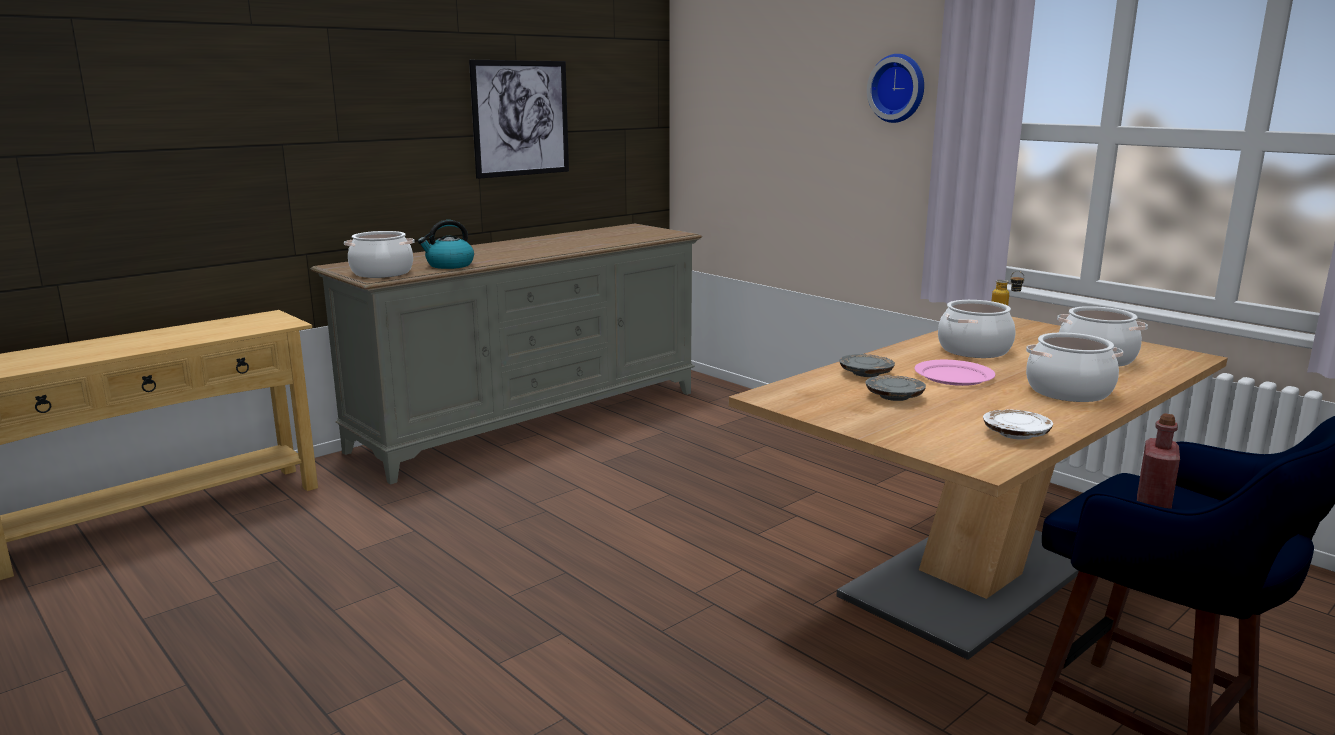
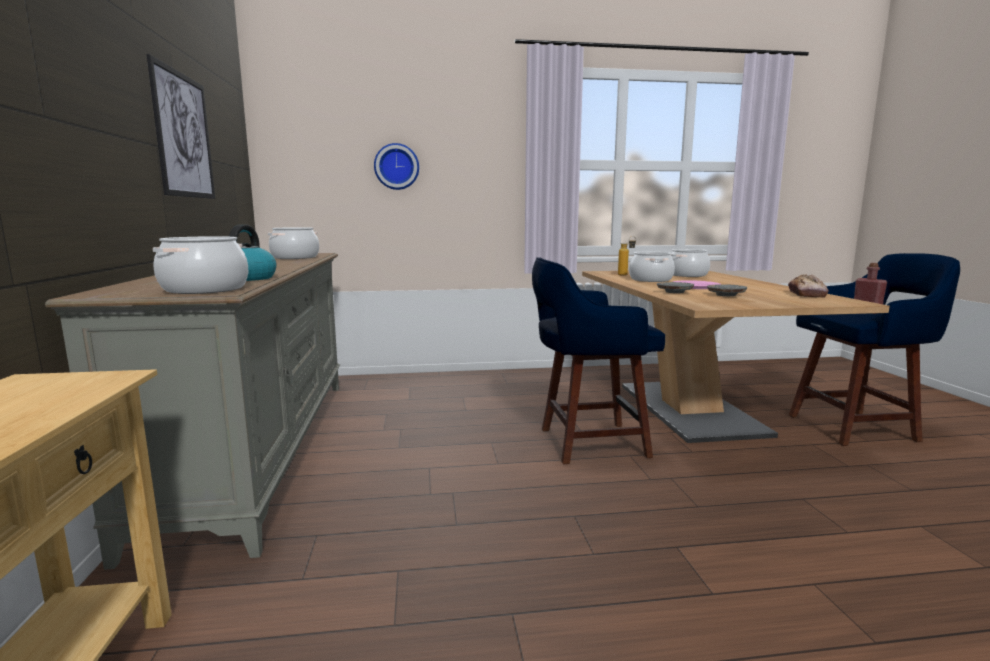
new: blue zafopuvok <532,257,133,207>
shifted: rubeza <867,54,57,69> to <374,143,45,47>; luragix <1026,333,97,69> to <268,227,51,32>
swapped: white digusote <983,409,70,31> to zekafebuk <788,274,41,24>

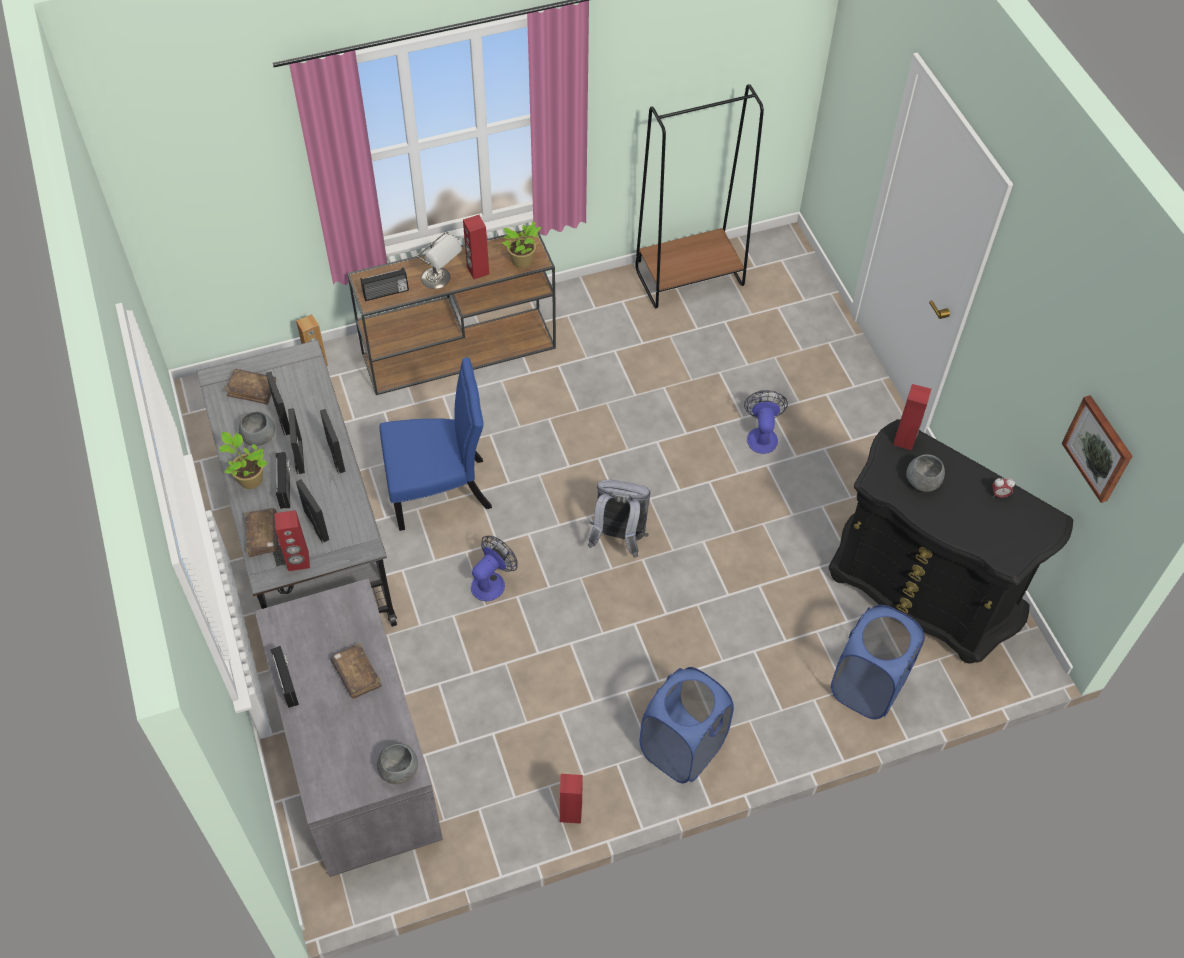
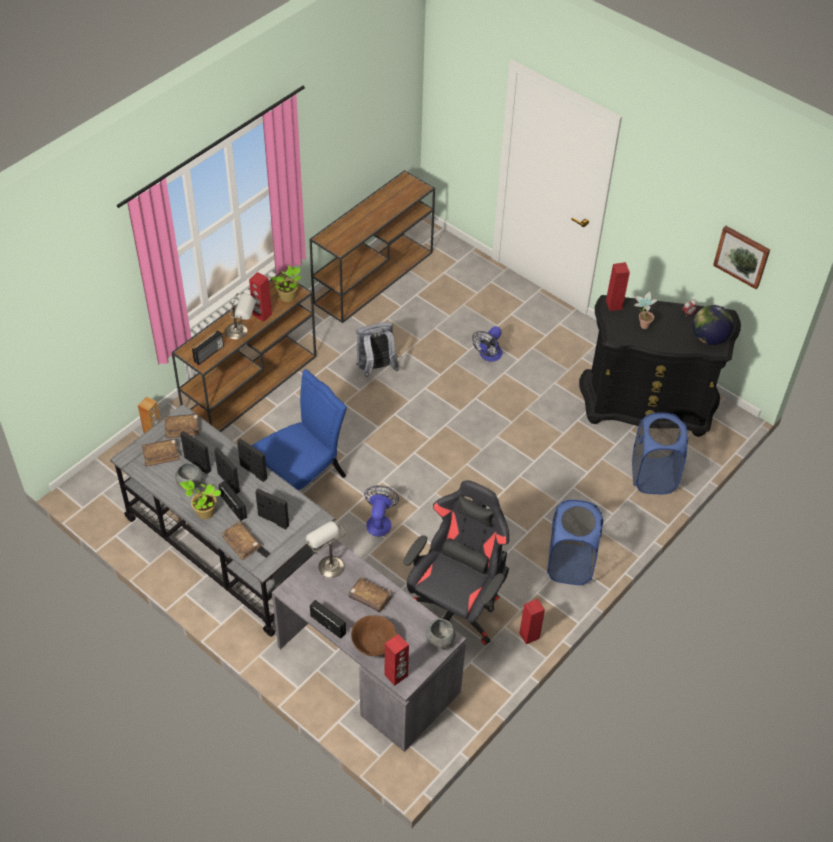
new: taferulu <692,305,41,40>; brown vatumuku <164,414,36,24>; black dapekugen <404,480,105,165>; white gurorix <306,521,40,57>; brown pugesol <351,615,45,41>
shifted: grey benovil <588,479,62,79> to <356,322,43,56>; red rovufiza <274,510,36,61> to <385,634,24,52>
swapped: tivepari <635,84,129,224> to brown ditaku <309,170,126,153>; grey pugesol <906,455,39,37> to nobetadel <634,291,23,38>
rotated: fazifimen <744,390,44,64> = <472,326,31,36> 120 degrees counterclockwise

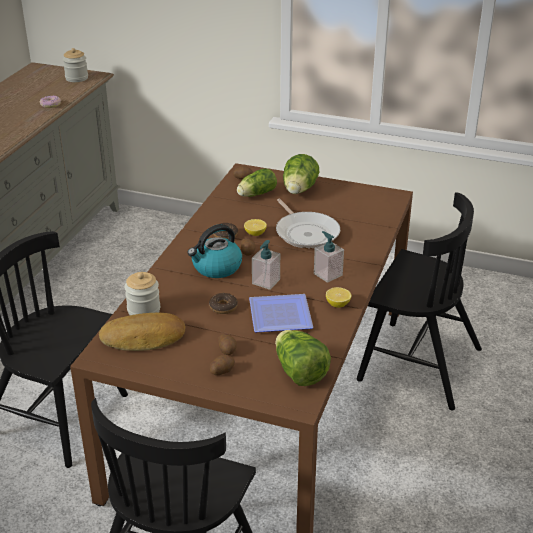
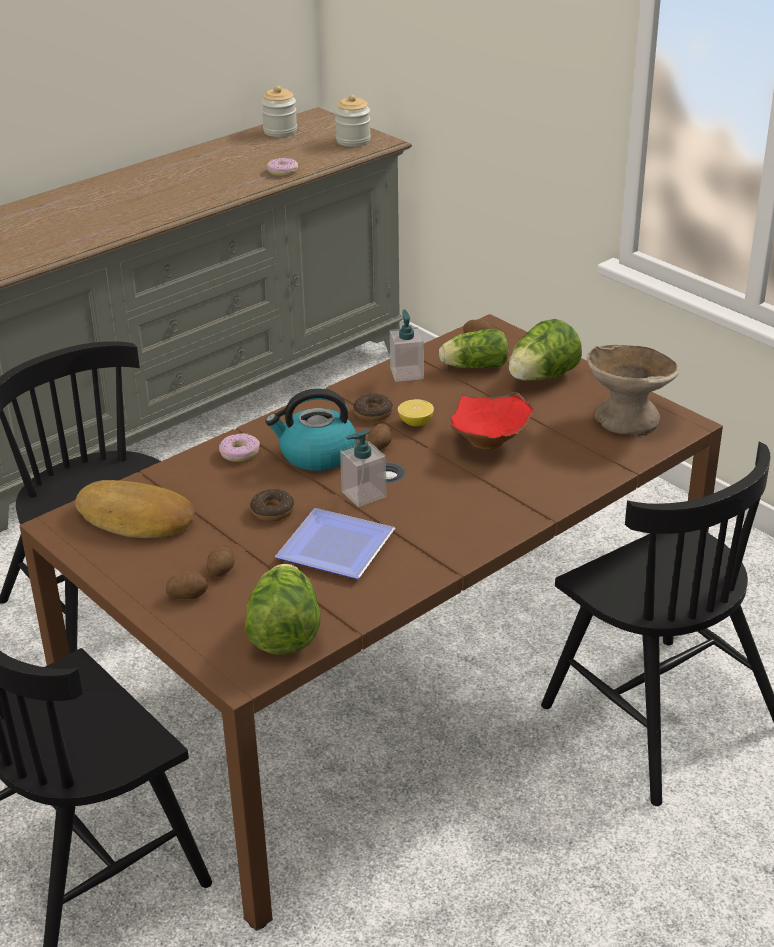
gone: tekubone <326,287,25,21>
new: beige pugesol <587,344,92,91>; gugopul <219,433,41,29>
shifted: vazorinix <314,231,30,52> to <390,310,34,72>; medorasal <125,272,35,43> to <261,86,36,51>
swapped: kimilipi <276,199,64,49> to red pugesol <450,392,84,58>

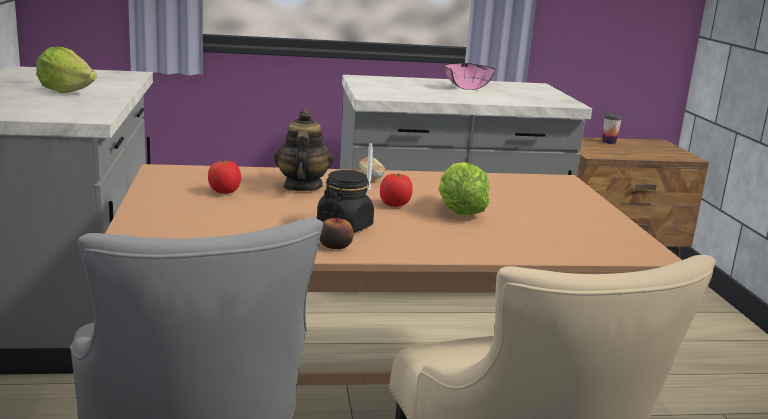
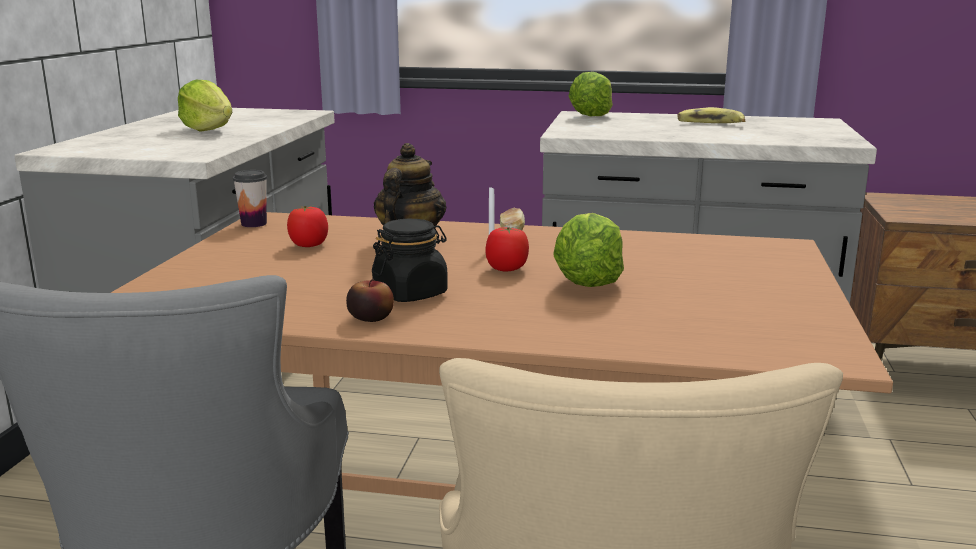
new: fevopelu <569,72,44,45>
shifted: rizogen <602,114,20,30> to <233,170,34,57>
swapped: pink pugesol <445,63,51,27> to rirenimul <677,107,68,16>

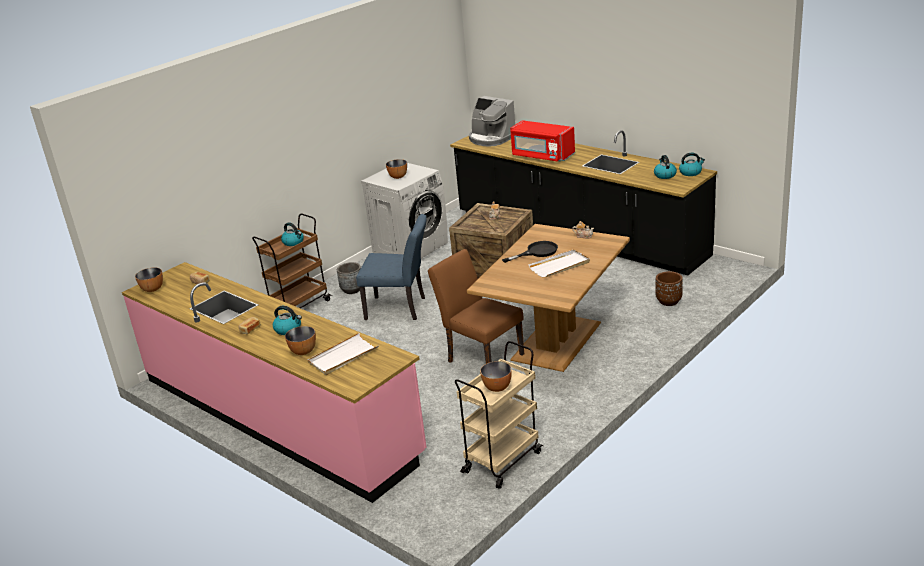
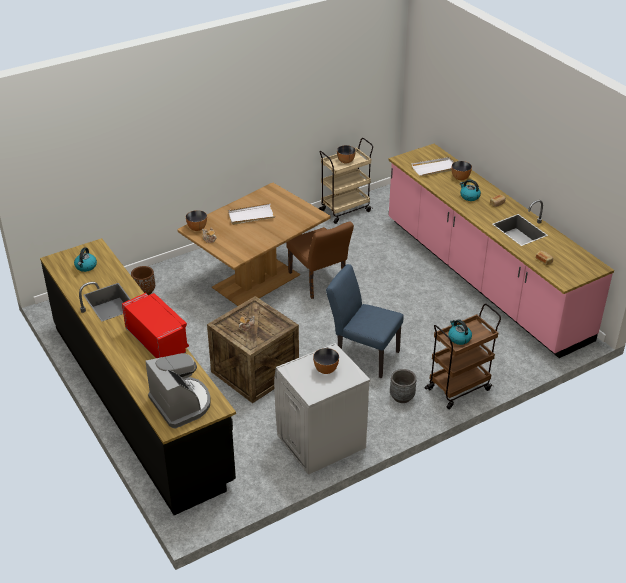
gone: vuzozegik <679,153,26,23>; black kimilipi <502,241,56,22>
shifted: pugesol <135,268,28,24> to <186,210,21,21>

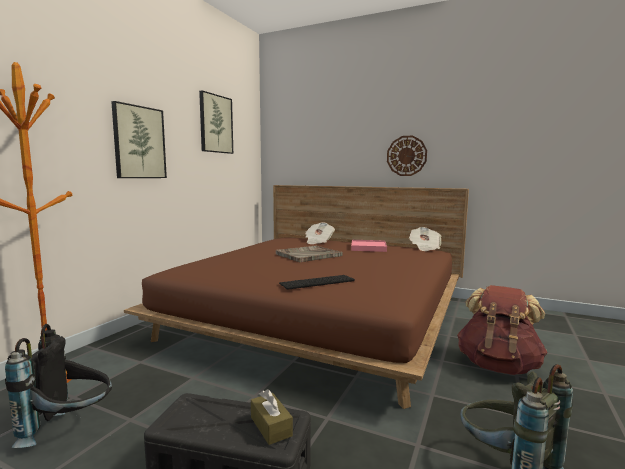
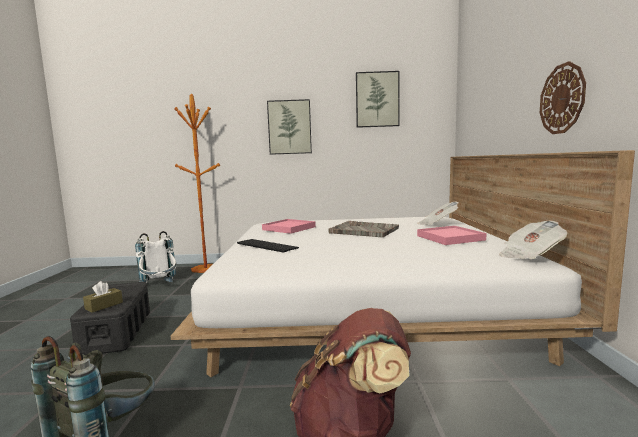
new: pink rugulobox <262,219,54,15>
repainted: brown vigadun <124,185,345,224> to white vigadun <171,150,464,227>; black benovil <5,324,107,124> to white benovil <135,231,41,52>

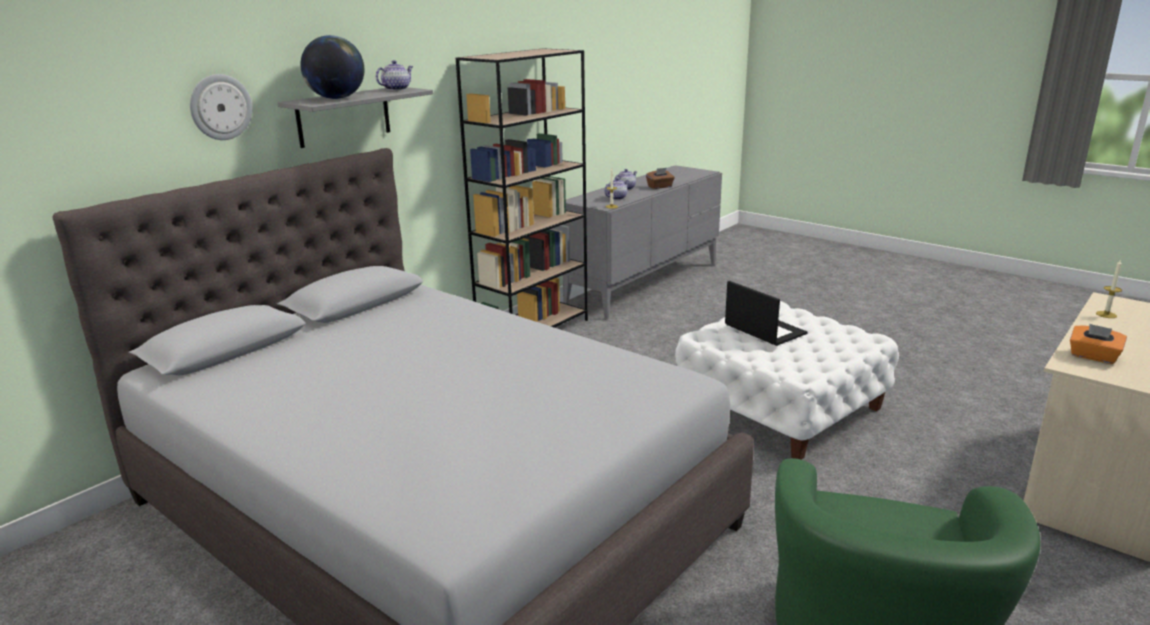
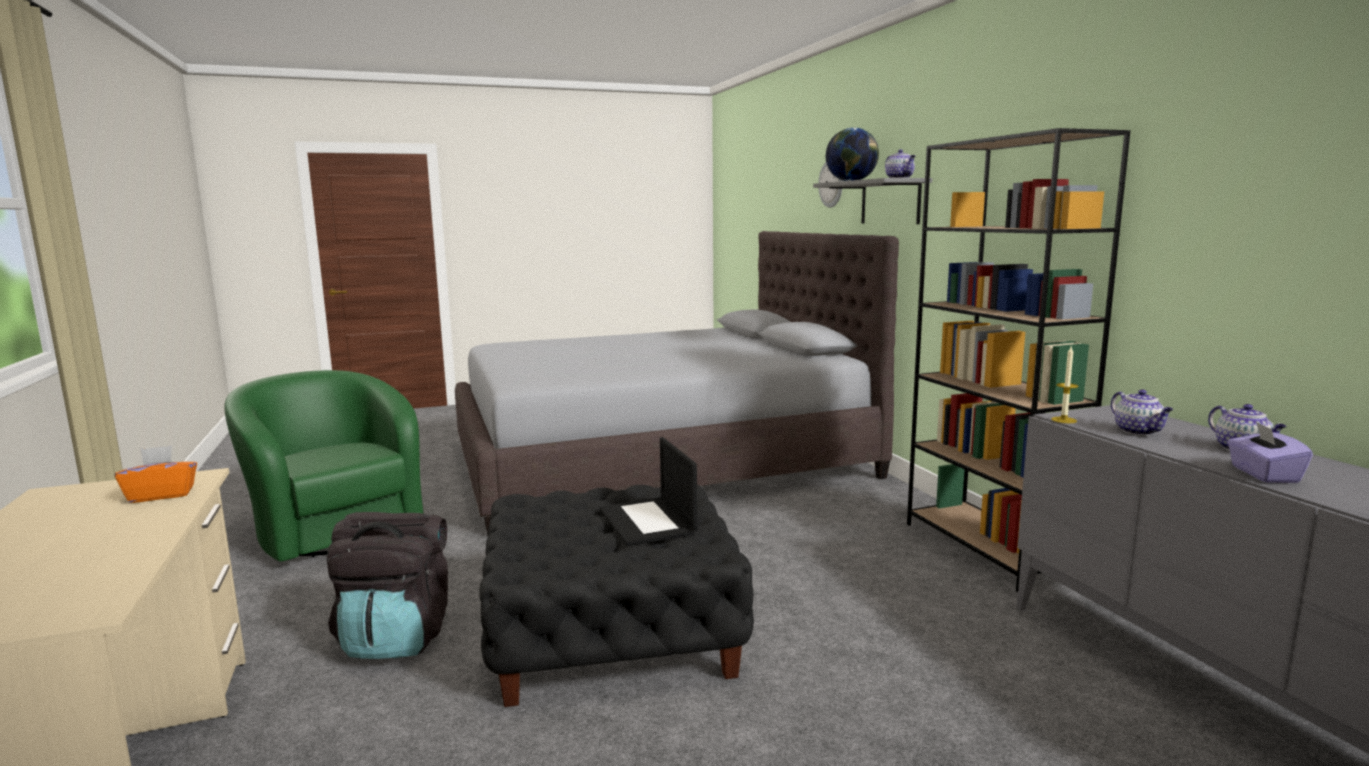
gone: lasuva <1096,259,26,59>
new: black benovil <327,512,121,147>
repainted: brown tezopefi <646,168,29,21> to purple tezopefi <1228,421,85,62>; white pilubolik <675,301,224,159> to black pilubolik <479,484,275,223>
rotated: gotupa <725,281,82,65> = <600,437,97,109> 75 degrees clockwise

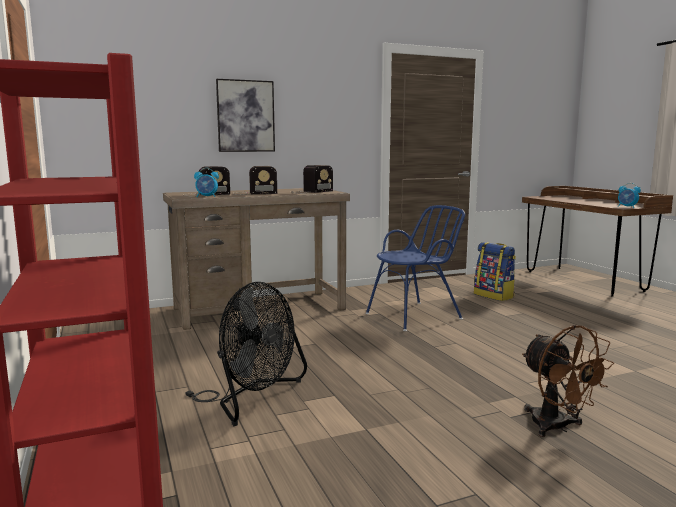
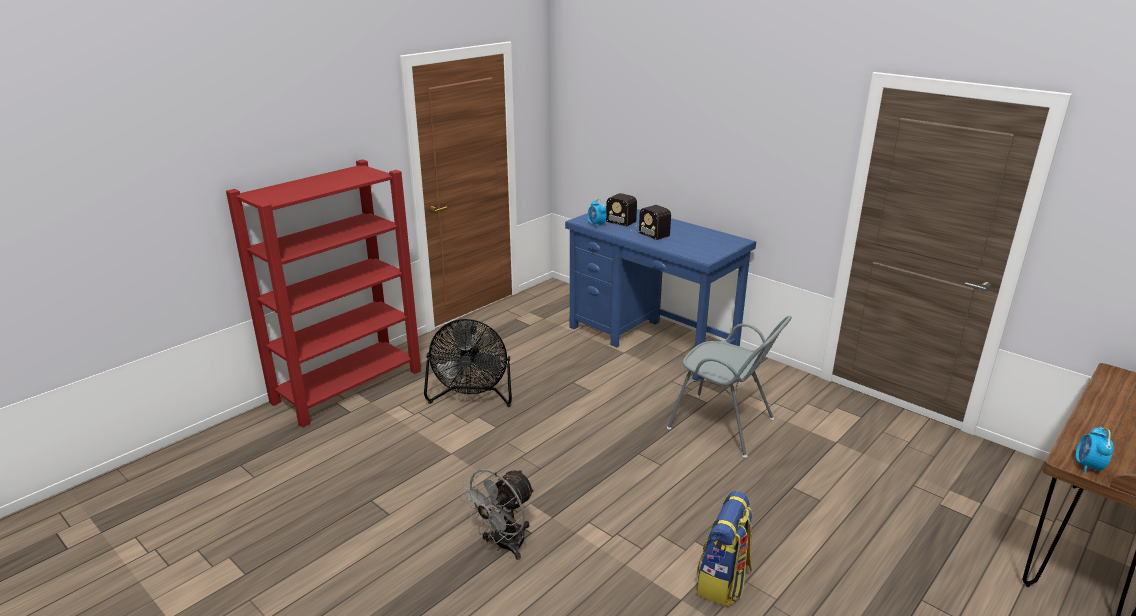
gone: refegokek <216,79,59,73>; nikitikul <290,165,43,29>
shifted: benovil <474,242,42,59> to <697,491,55,116>
repainted: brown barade <163,188,187,142> to blue barade <565,206,191,174>; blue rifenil <365,205,100,126> to grey rifenil <667,316,125,142>; brown fazifimen <522,325,92,112> to grey fazifimen <459,470,76,90>

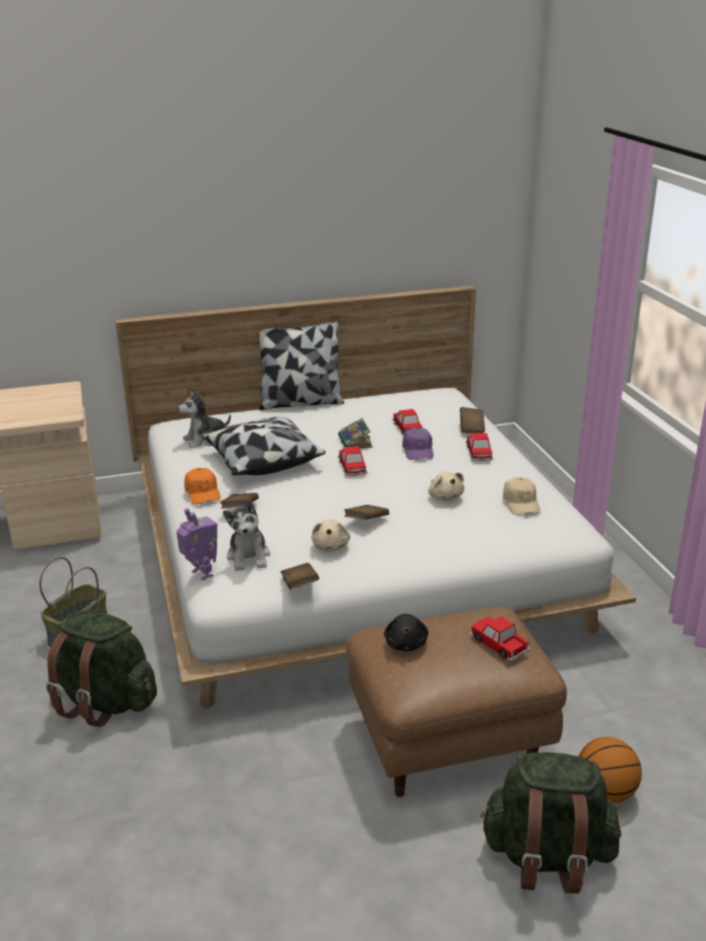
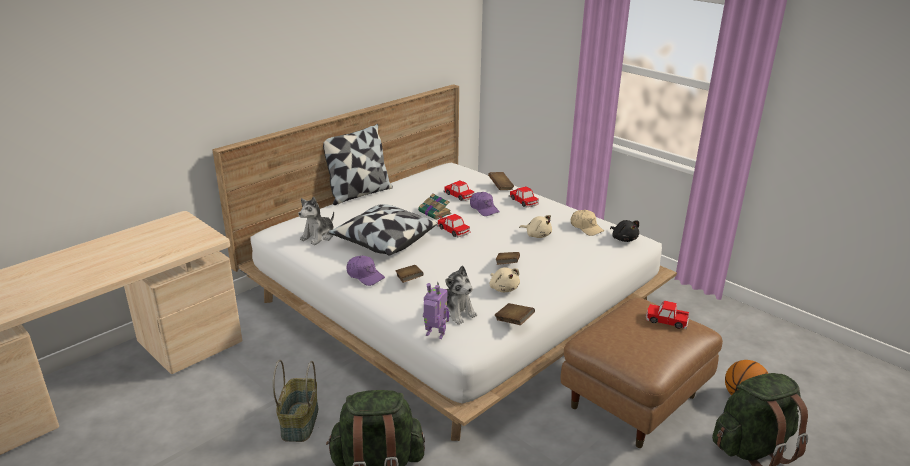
shifted: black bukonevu <384,614,45,37> to <610,220,29,22>
repainted: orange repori <184,468,37,36> to purple repori <346,256,39,30>

